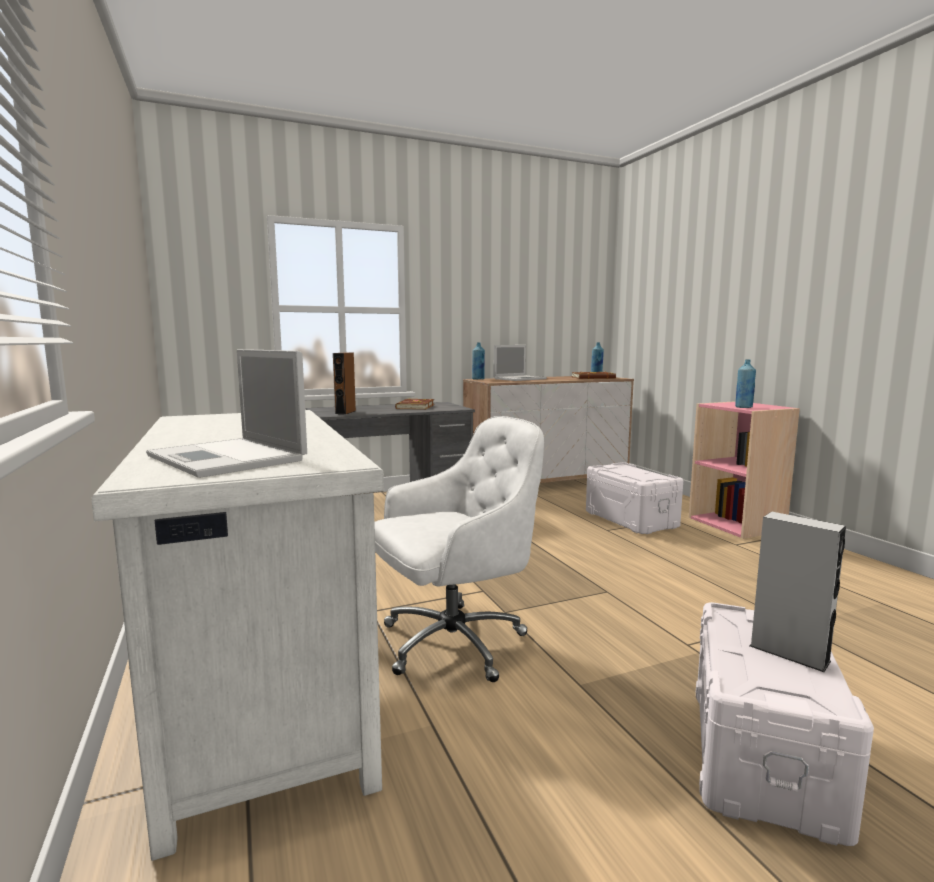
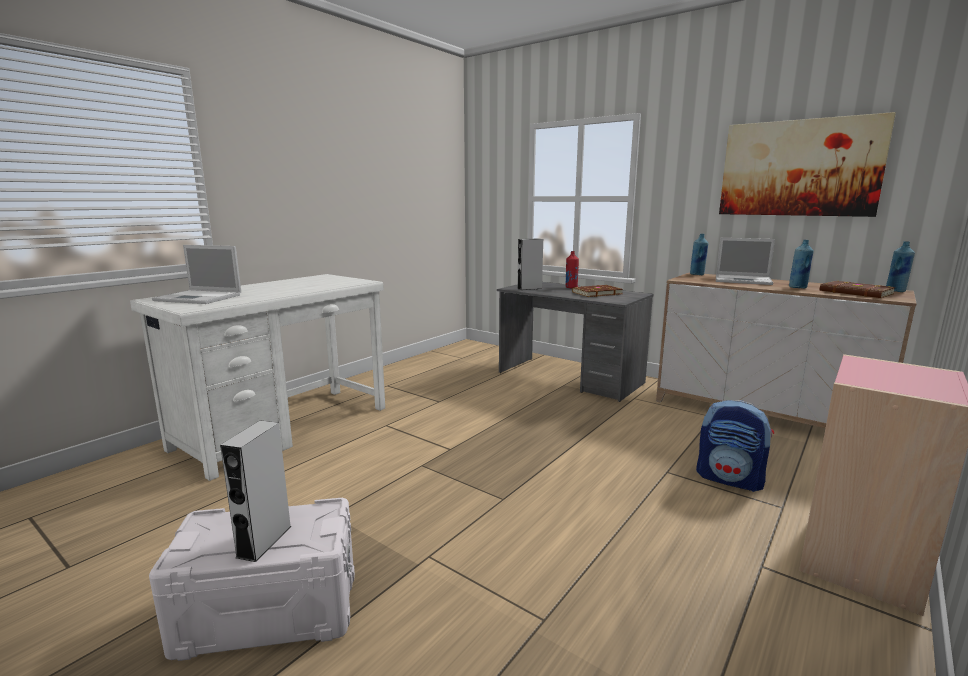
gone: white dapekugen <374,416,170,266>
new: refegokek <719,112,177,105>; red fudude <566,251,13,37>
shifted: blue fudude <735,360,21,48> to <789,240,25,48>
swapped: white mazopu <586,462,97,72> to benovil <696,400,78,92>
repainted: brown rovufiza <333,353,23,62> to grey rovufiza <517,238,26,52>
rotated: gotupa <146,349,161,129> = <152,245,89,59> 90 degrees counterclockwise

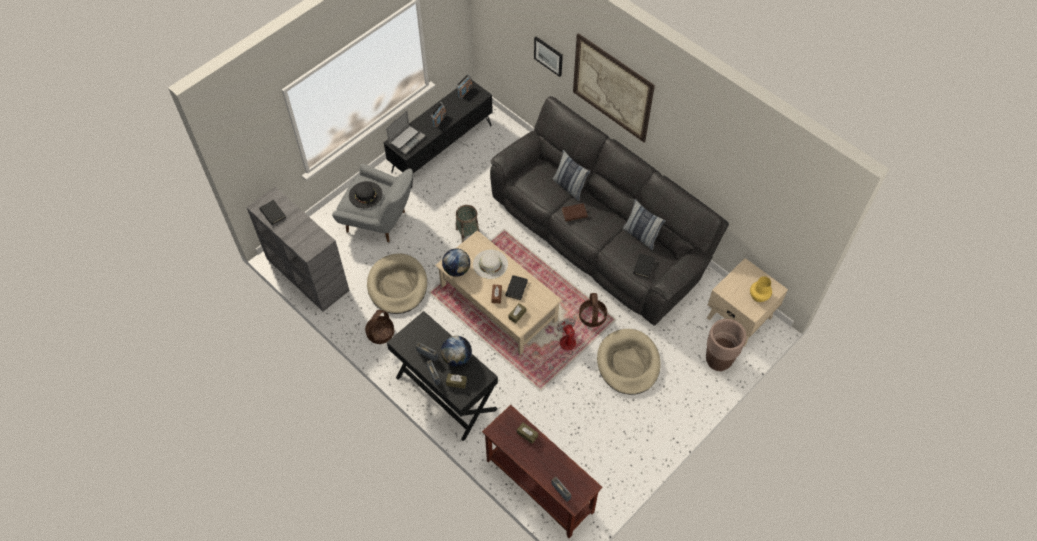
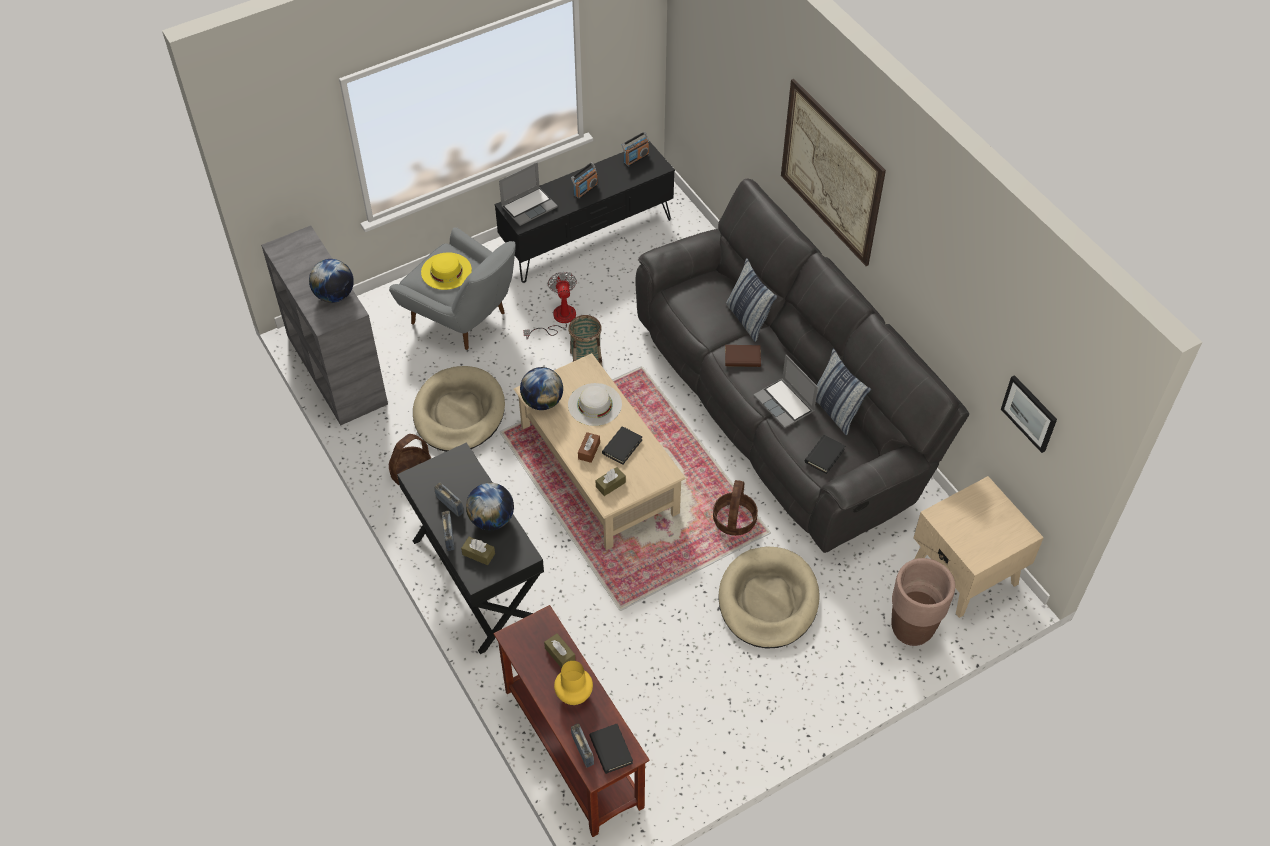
new: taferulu <309,259,45,44>; gotupa <754,355,64,73>
shifted: refegokek <534,37,29,40> to <1001,375,56,78>; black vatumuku <259,200,27,25> to <589,724,44,50>; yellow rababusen <750,276,22,26> to <554,661,39,44>; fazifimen <549,318,27,52> to <523,272,54,67>
repainted: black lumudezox <349,181,33,27> to yellow lumudezox <421,253,51,37>

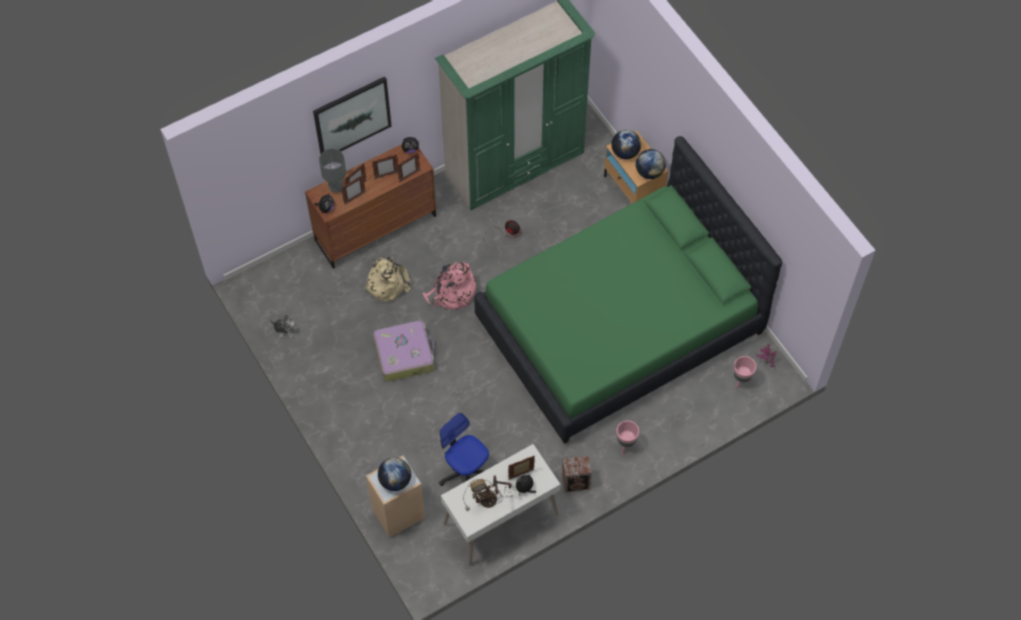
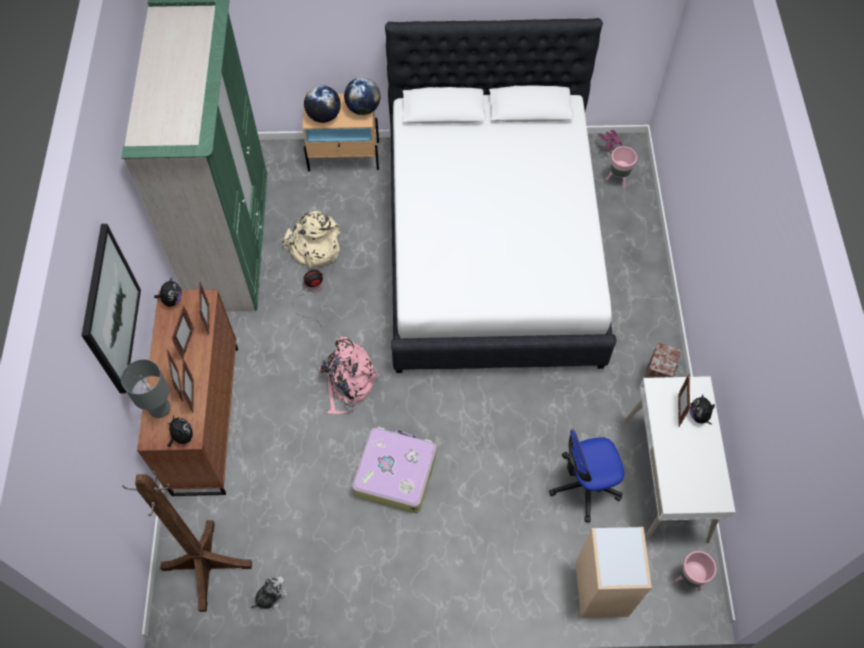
gone: taferulu <378,457,33,34>; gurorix <463,475,53,36>
new: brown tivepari <121,471,131,141>
shifted: beige benovil <364,257,47,45> to <282,211,58,57>; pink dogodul <616,420,23,35> to <674,551,43,41>
repainted: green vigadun <475,136,307,308> to white vigadun <385,18,231,355>

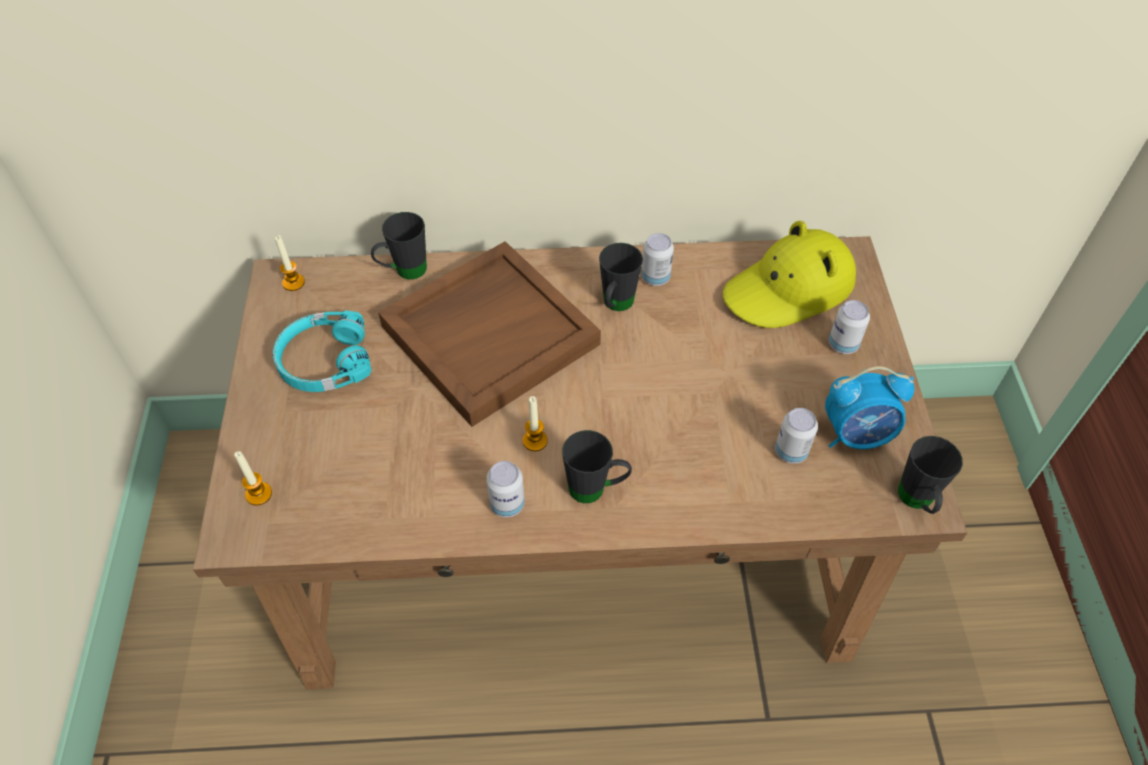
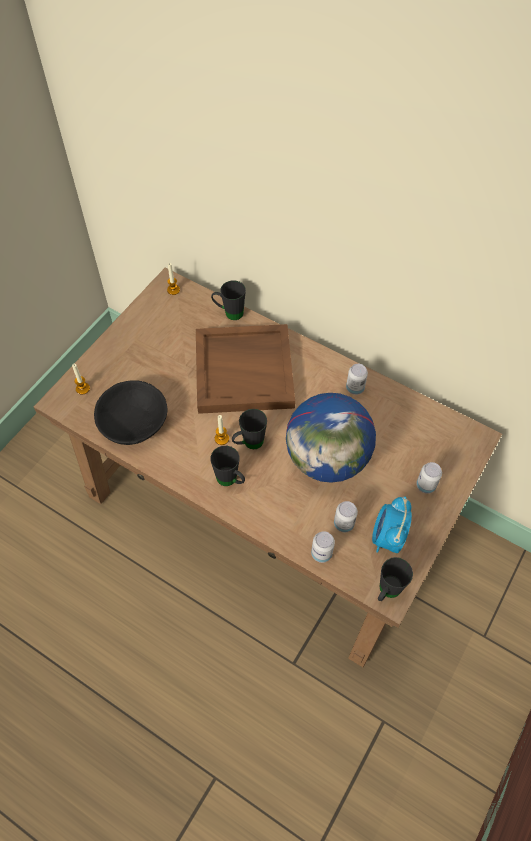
gone: yellow lumudezox <723,221,133,107>; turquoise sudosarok <273,310,99,82>
new: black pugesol <94,380,73,65>; taferulu <286,393,90,90>
shifted: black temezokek <599,243,44,68> to <232,409,35,40>; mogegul <486,461,39,56> to <311,531,24,32>
rotated: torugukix <825,366,89,83> = <372,496,40,57> 75 degrees clockwise

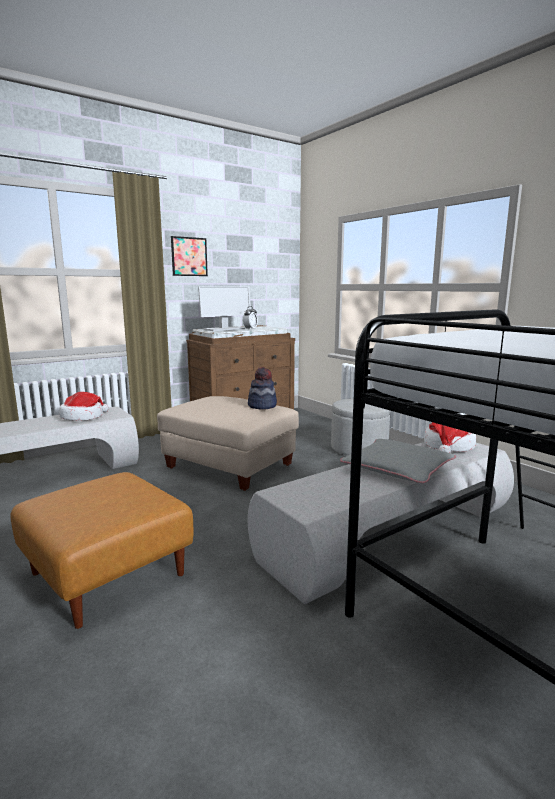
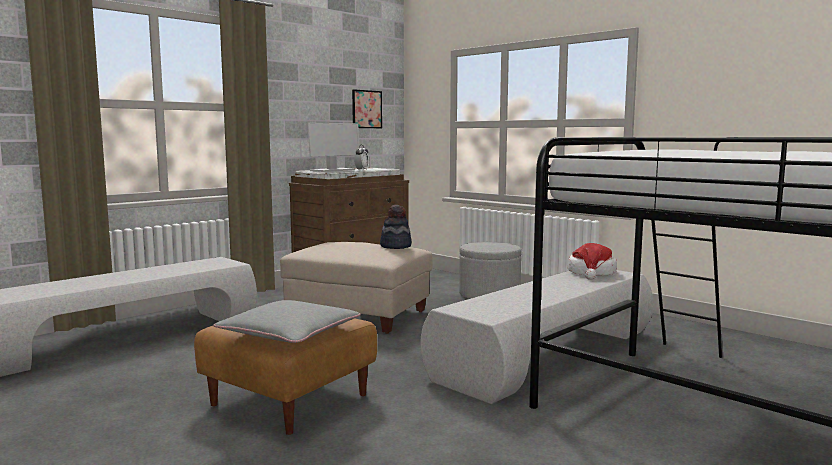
gone: lumudezox <59,392,50,29>
shifted: refegokek <171,236,37,40> to <352,89,30,39>; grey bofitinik <340,439,116,44> to <213,300,148,43>

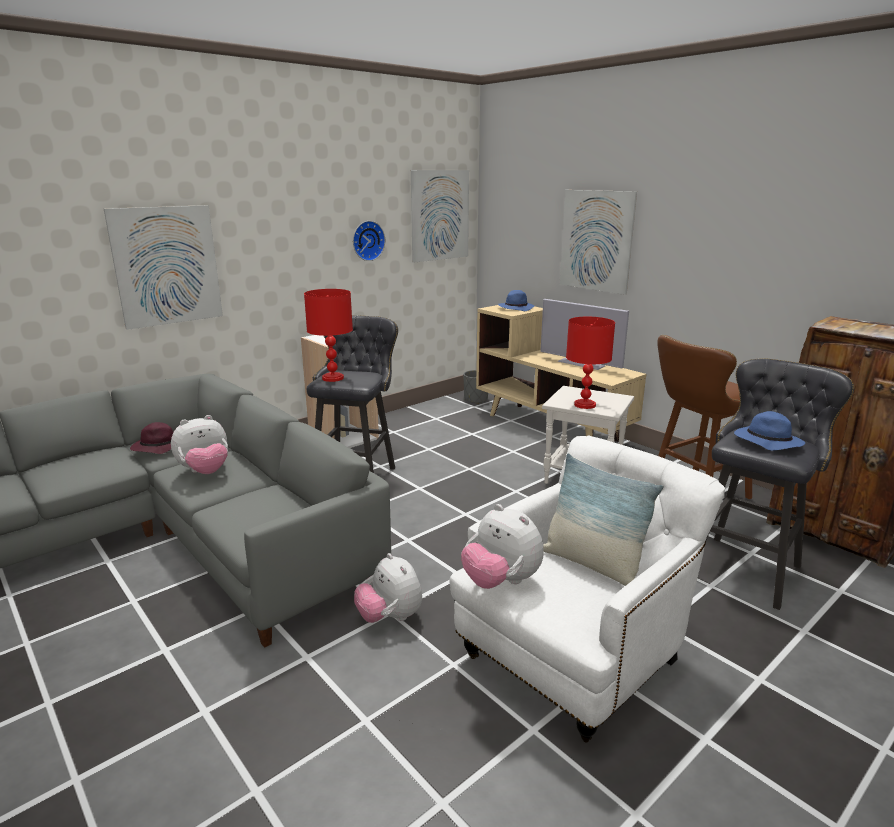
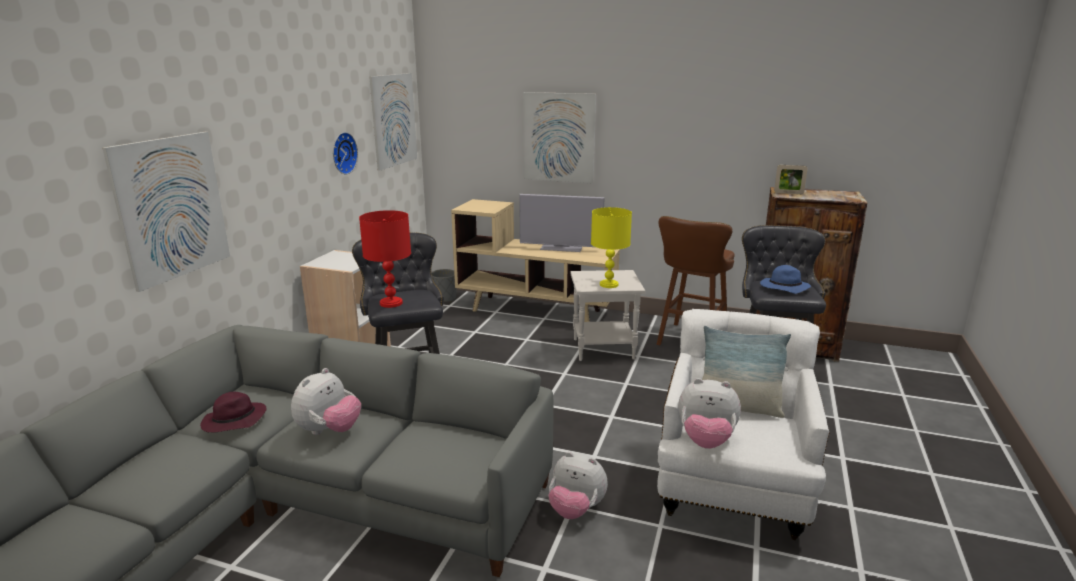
gone: blue lumudezox <498,290,36,21>
new: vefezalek <774,165,34,29>
repainted: red gurorix <566,317,49,92> to yellow gurorix <591,207,41,81>

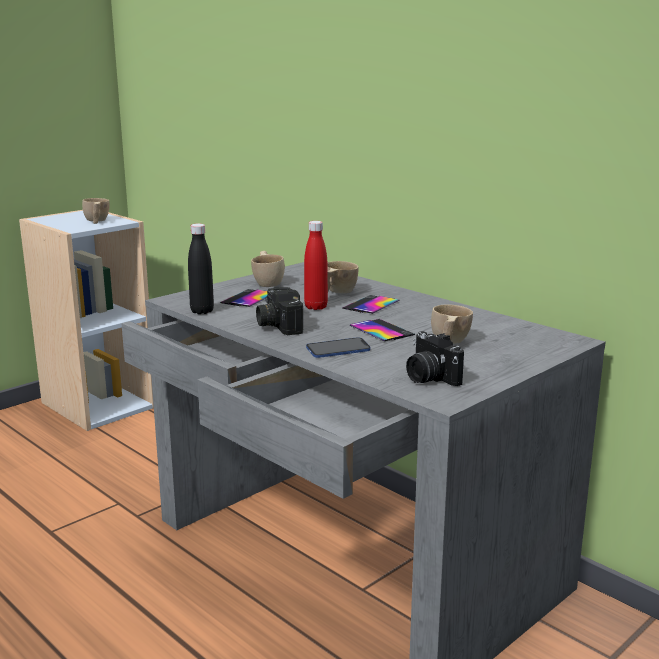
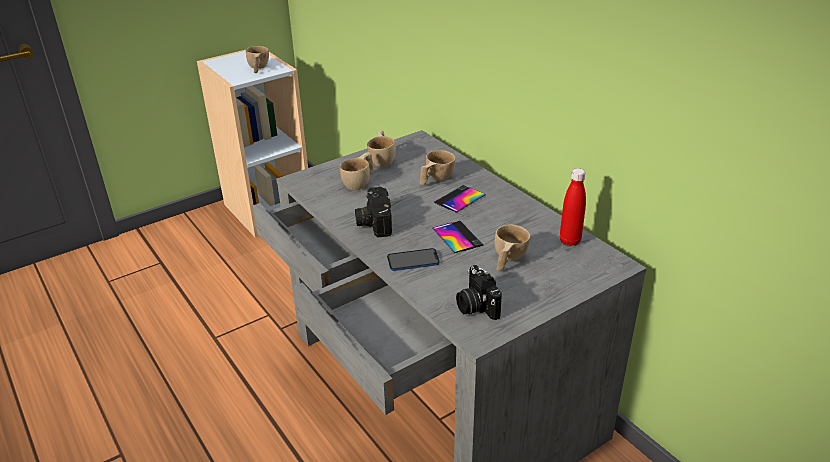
gone: black fudude <188,224,26,90>
shifted: red fudude <304,221,24,89> to <560,168,26,78>
swapped: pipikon <220,289,47,18> to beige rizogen <340,152,34,38>

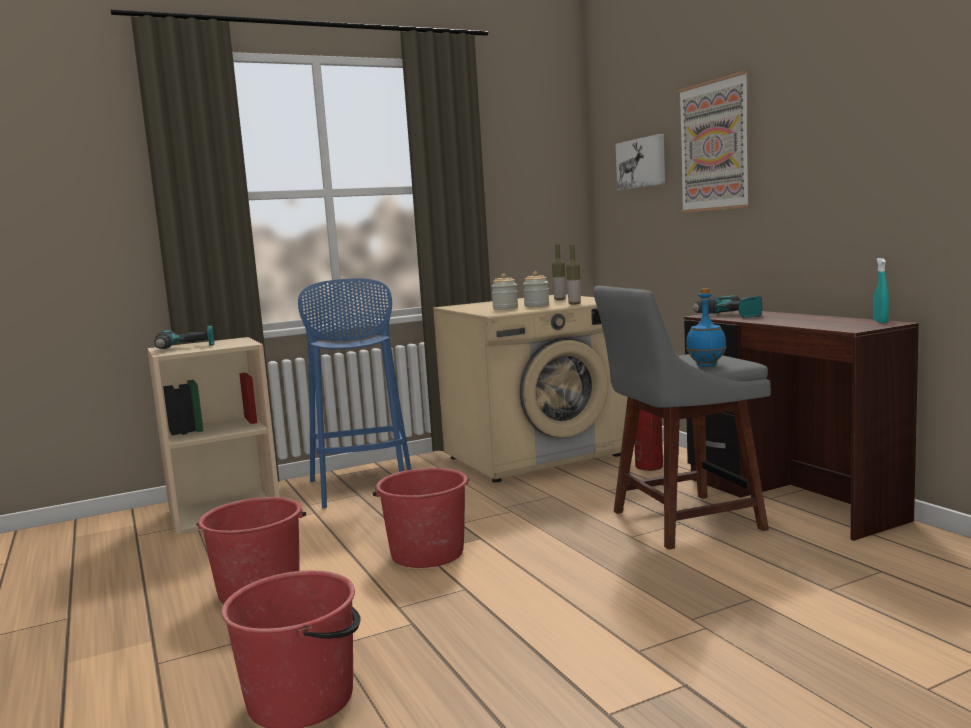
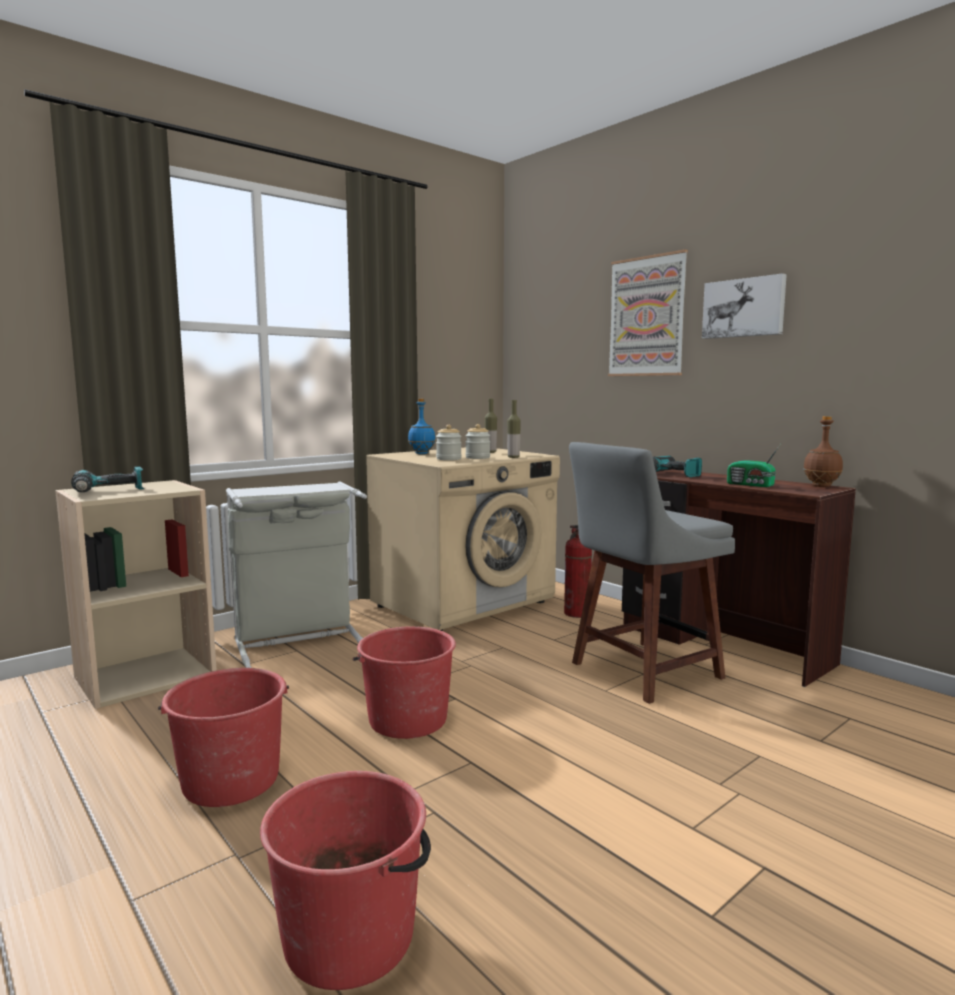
new: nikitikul <727,444,54,43>
shifted: refegokek <616,134,49,56> to <702,273,85,66>; blue fudude <686,288,41,79> to <408,399,27,55>
swapped: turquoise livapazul <873,258,16,65> to brown fudude <803,416,40,71>; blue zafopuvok <298,278,114,230> to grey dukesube <226,481,141,187>

